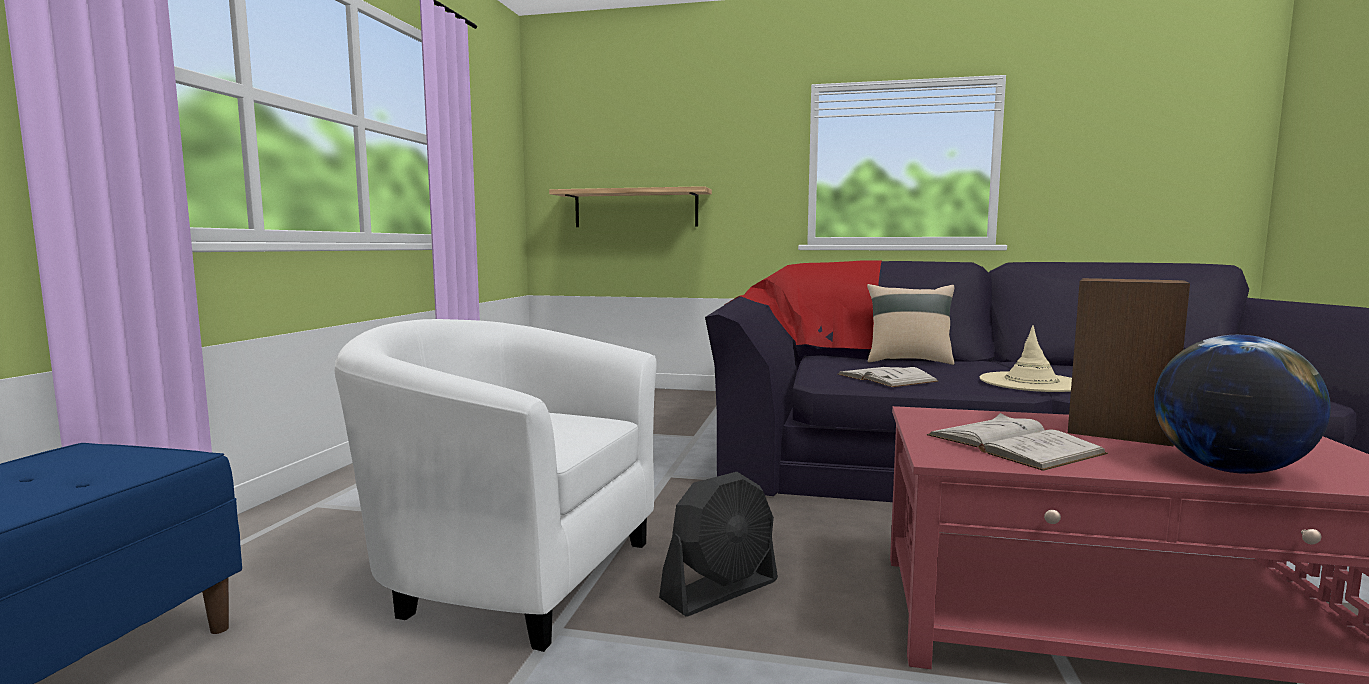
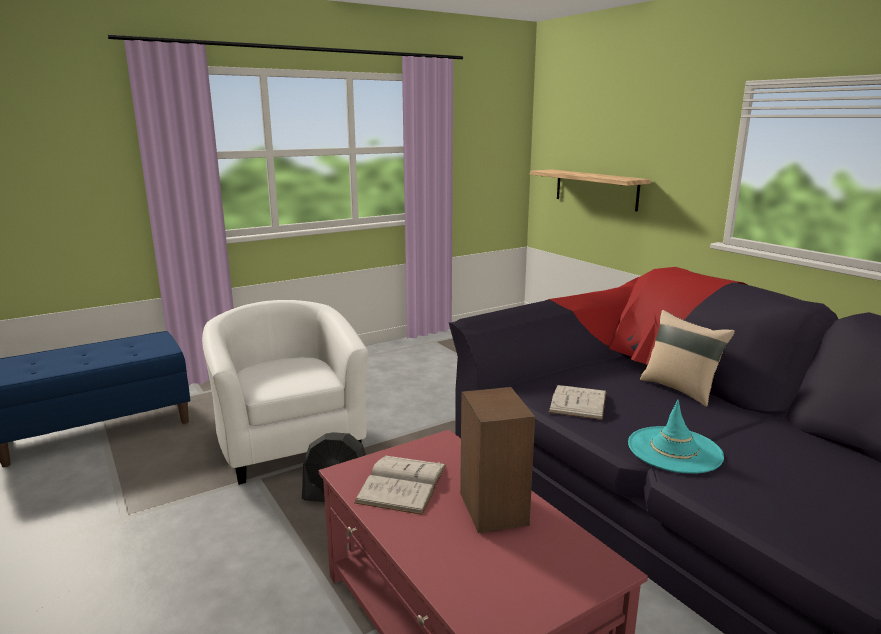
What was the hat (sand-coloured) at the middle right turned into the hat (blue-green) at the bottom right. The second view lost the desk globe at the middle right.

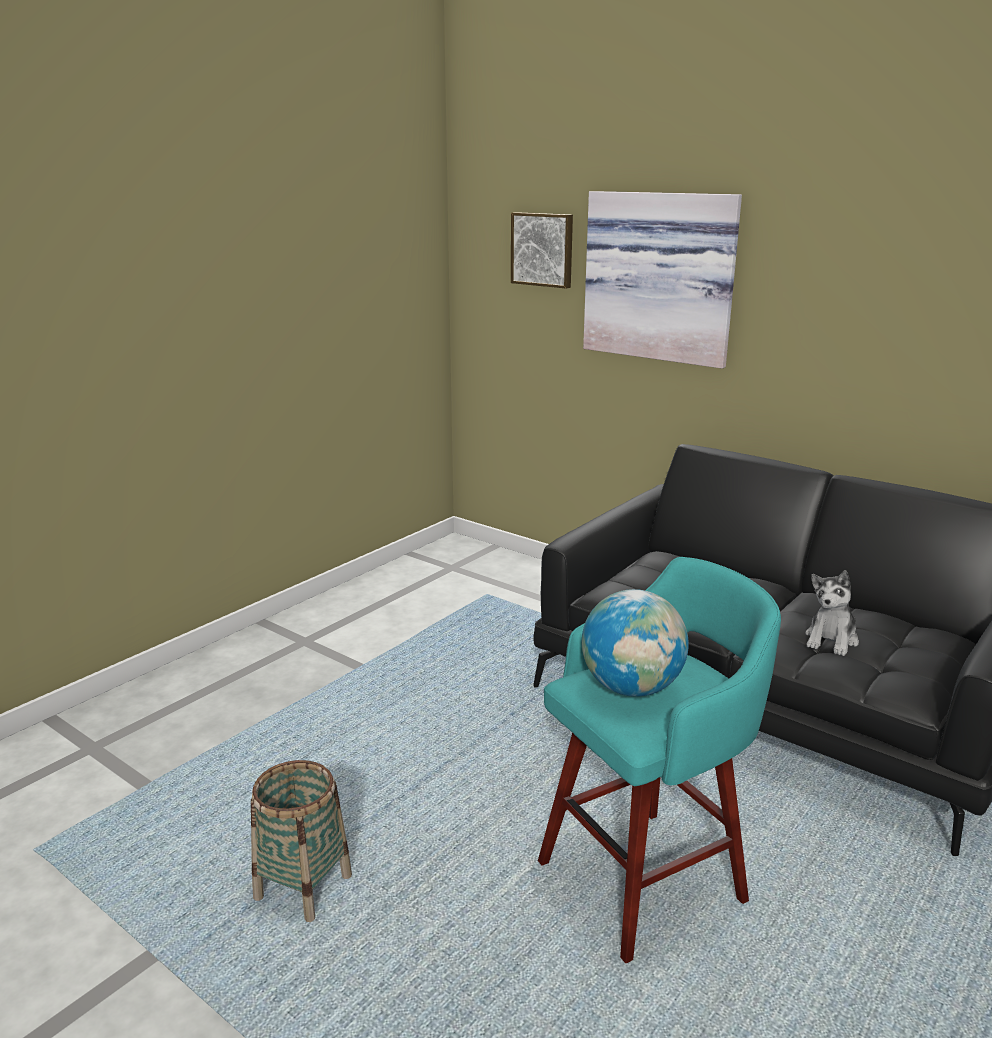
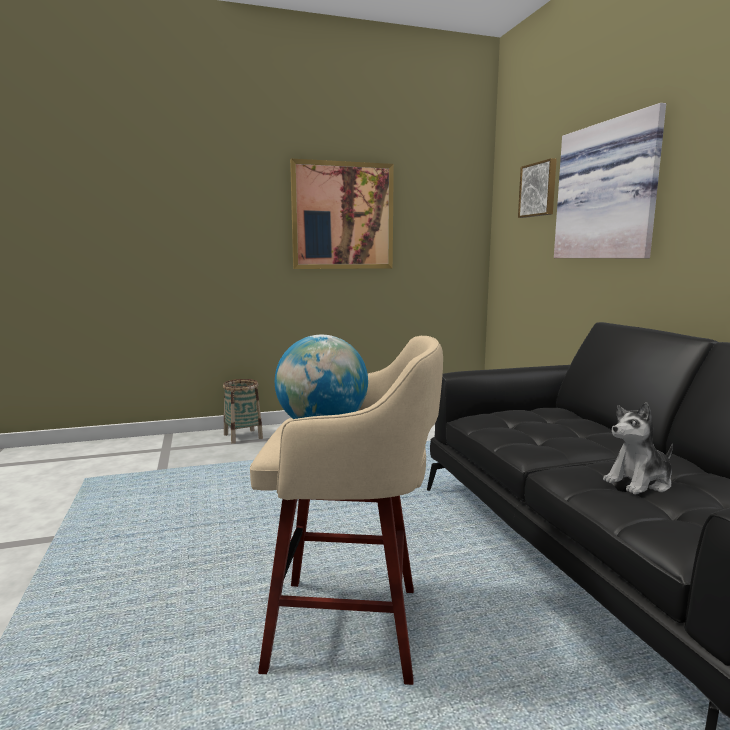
The household basket ended up elsewhere, having gone from the bottom left to the middle left. What was the stool (blue-green) at the bottom centre turned into the stool (sand-coloured) at the bottom centre. The second view gained the picture (no. 1 from left) at the top centre.

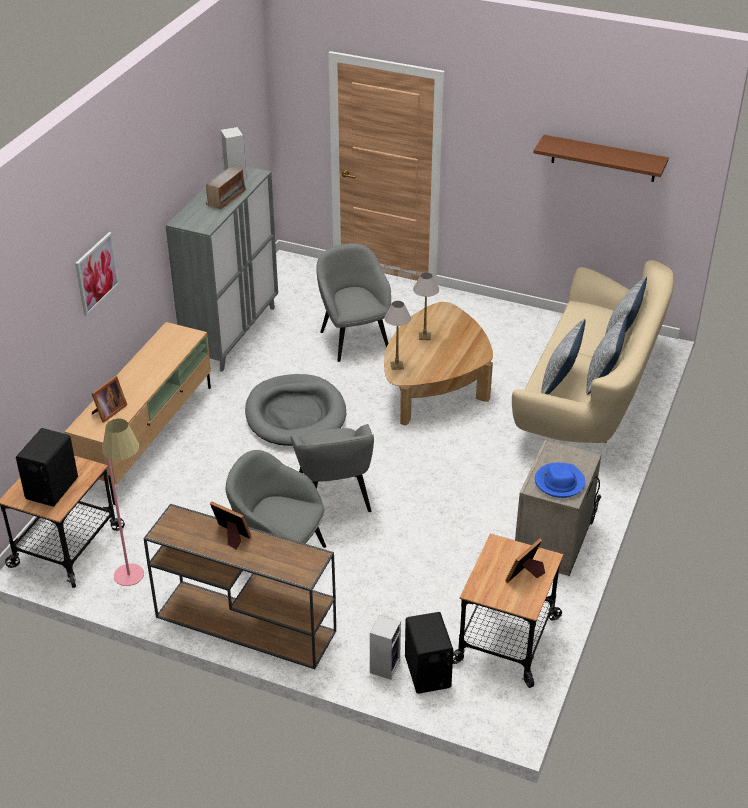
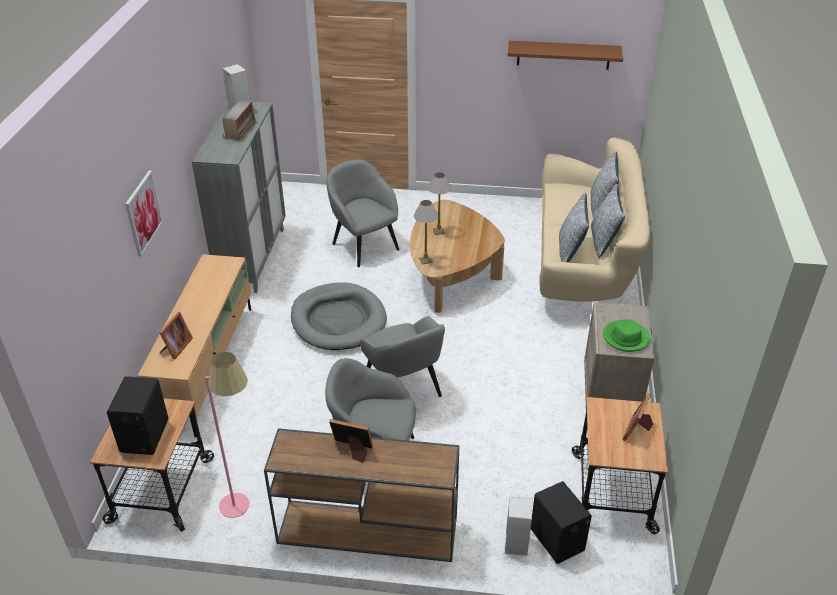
What was the hat (blue) at the middle right turned into the hat (green-coloured) at the middle right.

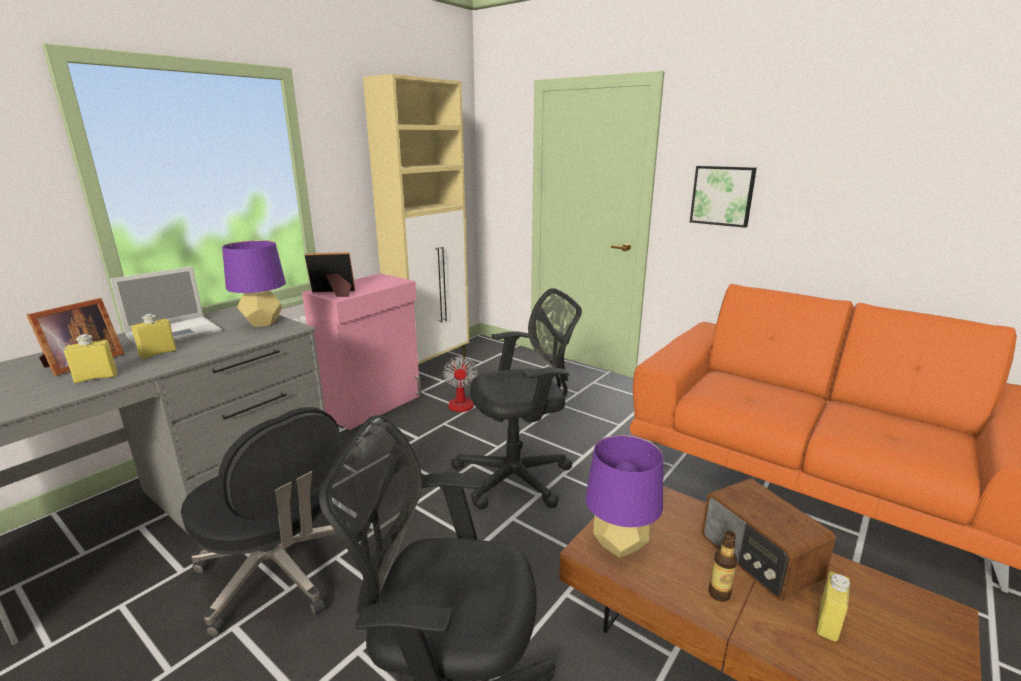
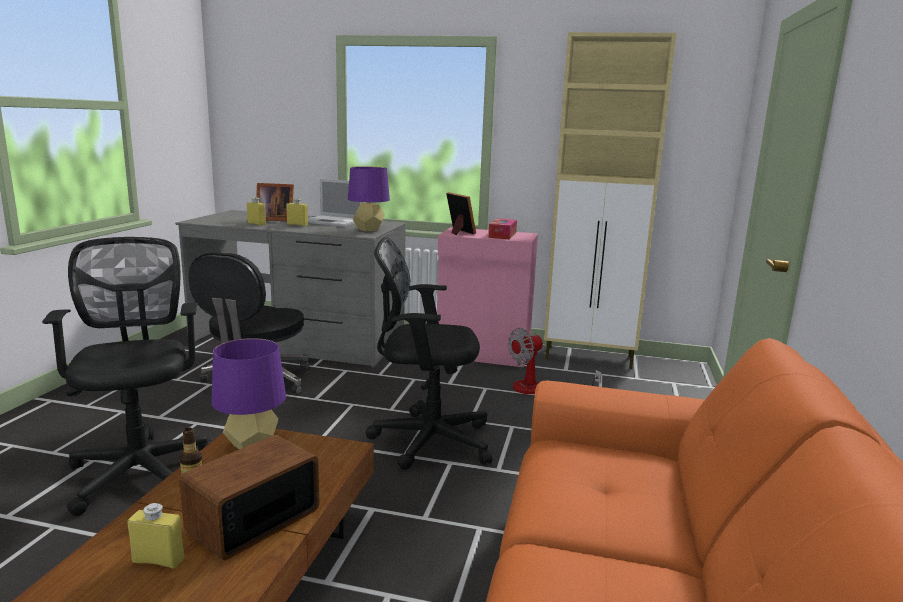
The office chair (black) (no. 3 from left) at the centre ended up facing another way, 135 degrees clockwise from before. The second view lost the picture at the top right. The second view gained the box of tissues at the centre.

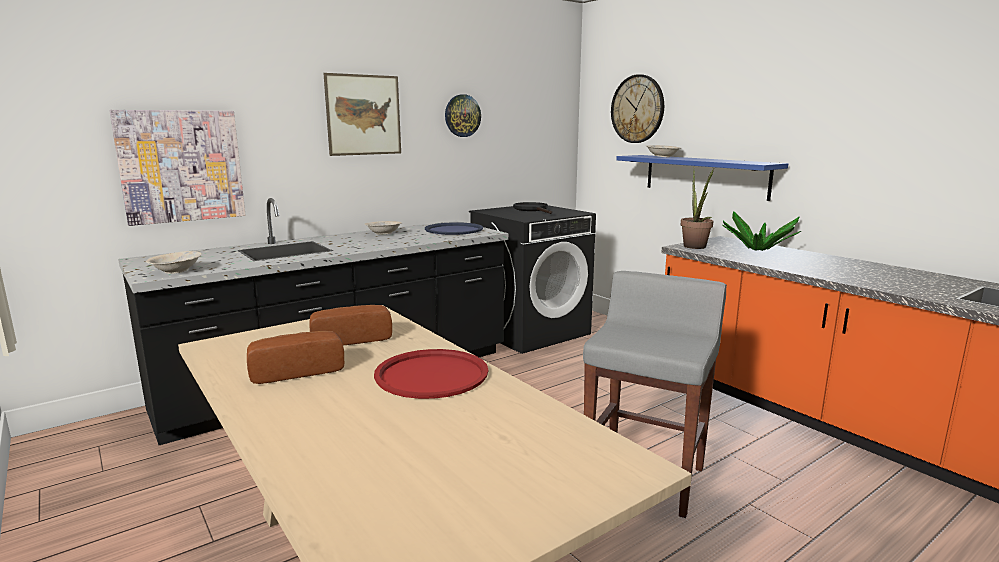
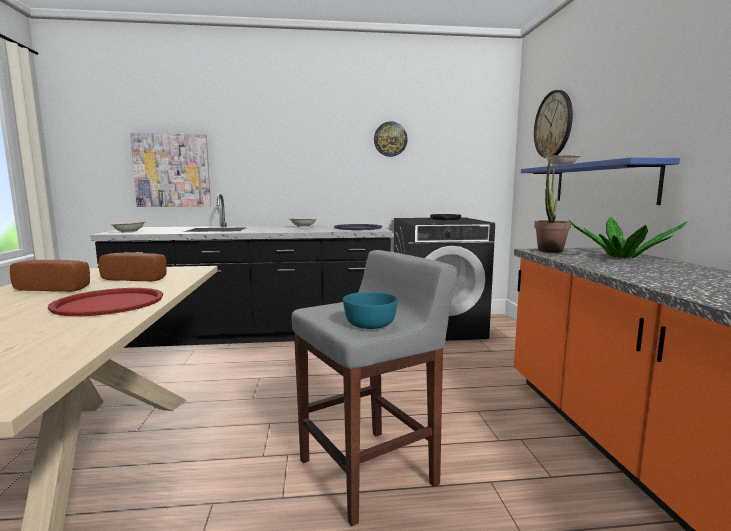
The second view lost the picture (no. 2 from left) at the top centre. The second view gained the bowl (blue-green) at the centre.

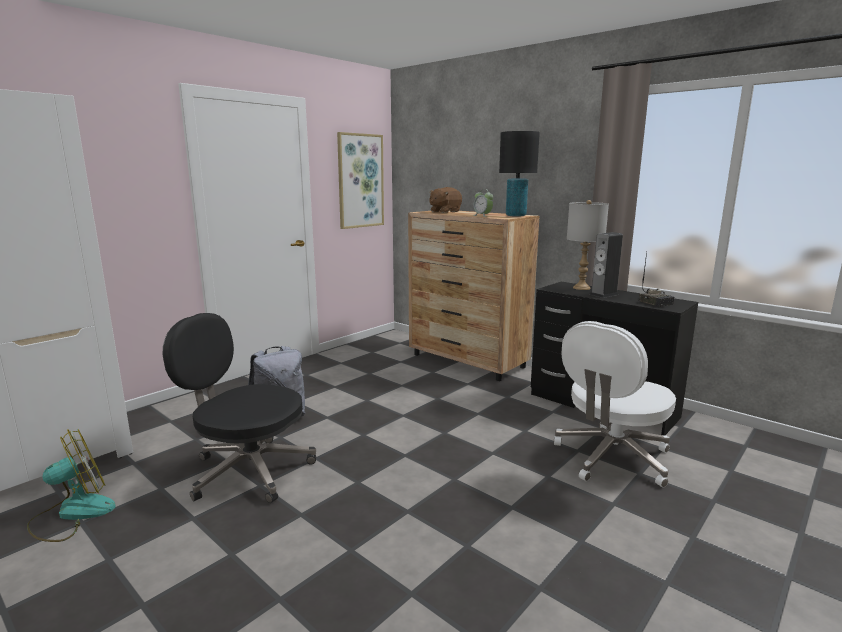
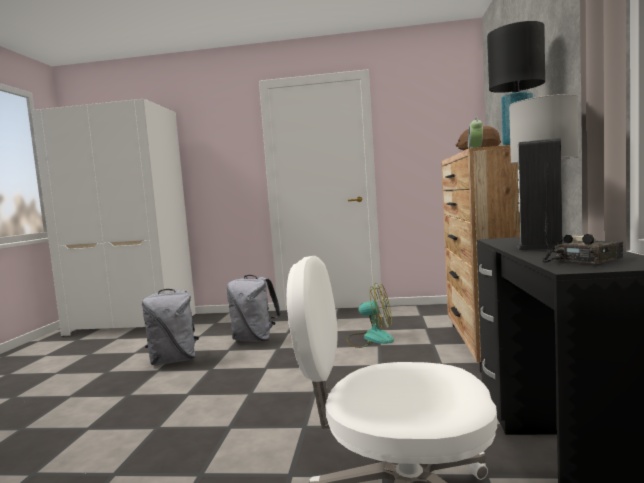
The electric fan ended up elsewhere, having gone from the bottom left to the centre. Where the office chair (black) stood at the middle left, the rucksack (grey) (no. 1 from left) came to stand at the bottom left. The second view lost the picture at the top centre. The radio at the middle right ended up facing another way, 150 degrees counterclockwise from before.

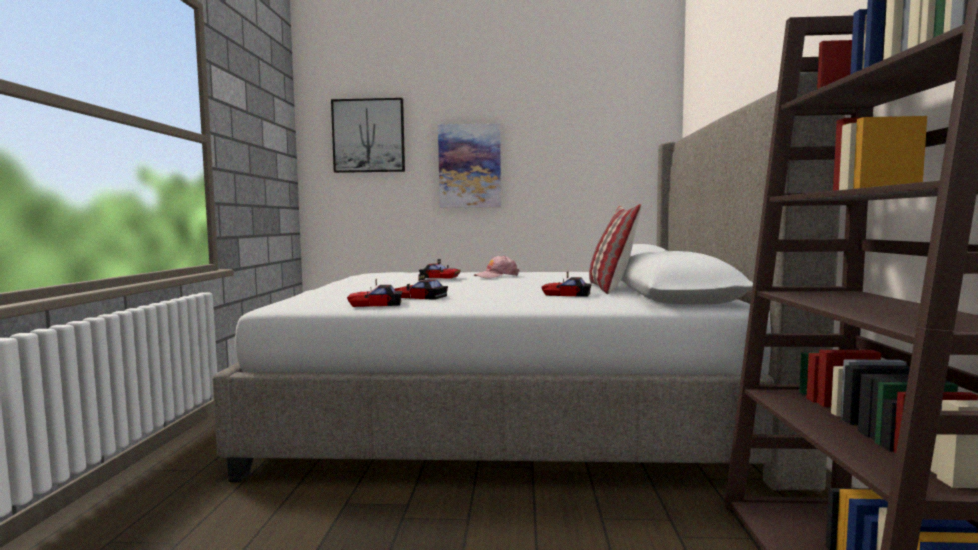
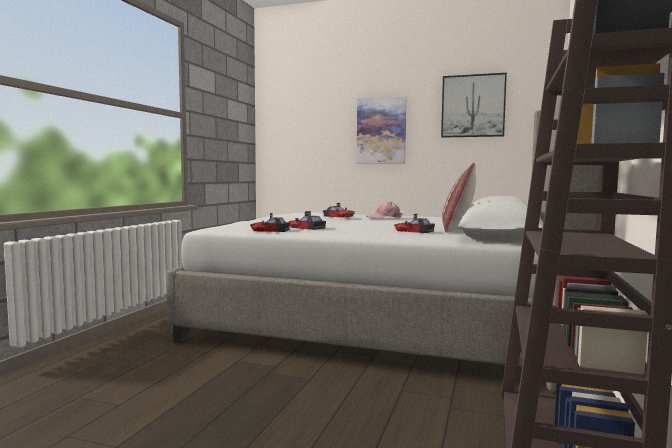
The picture (no. 1 from left in the first image) ended up elsewhere, having gone from the top centre to the top right.

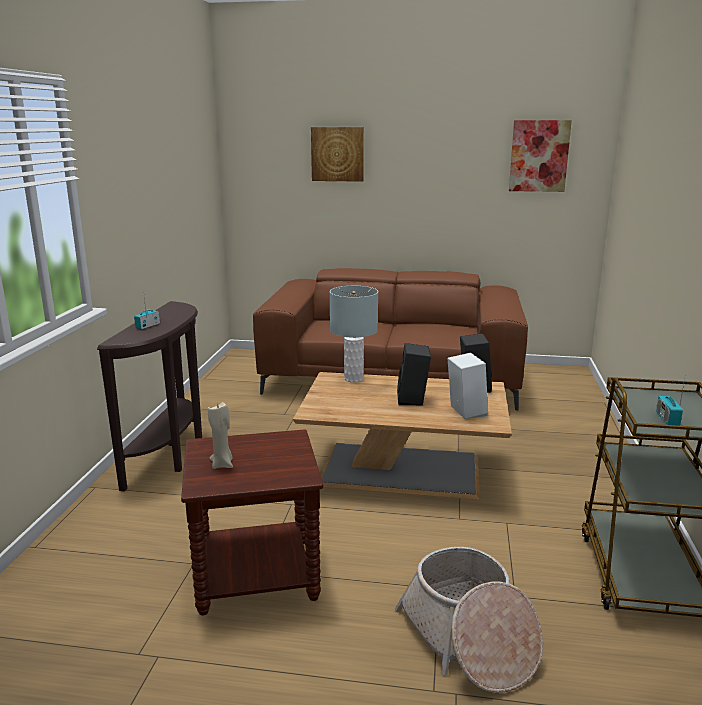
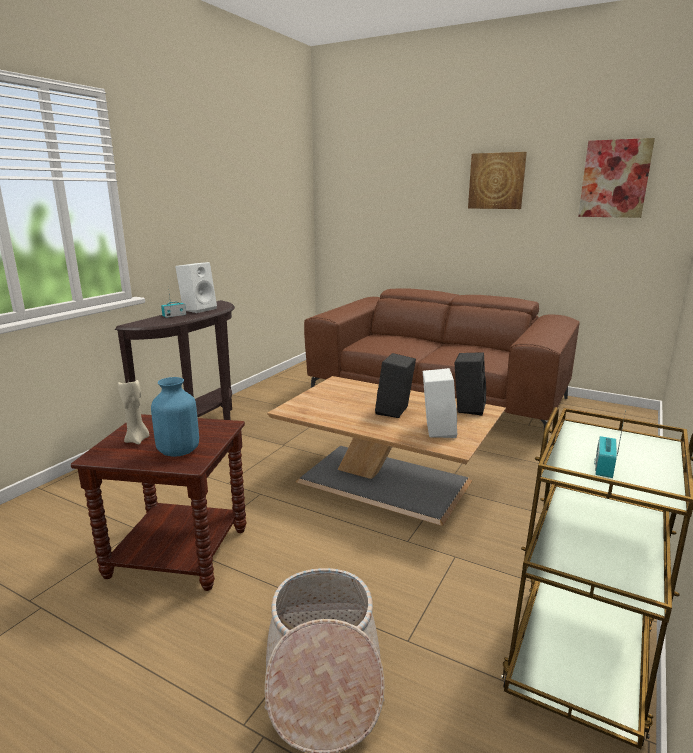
The picture (no. 1 from left) ended up elsewhere, having gone from the top centre to the top right. The second view lost the tabletop lamp (grey) at the centre. The second view gained the flower vase (blue) at the middle left. The second view gained the audio speaker (whitish) (no. 1 from left) at the middle left.

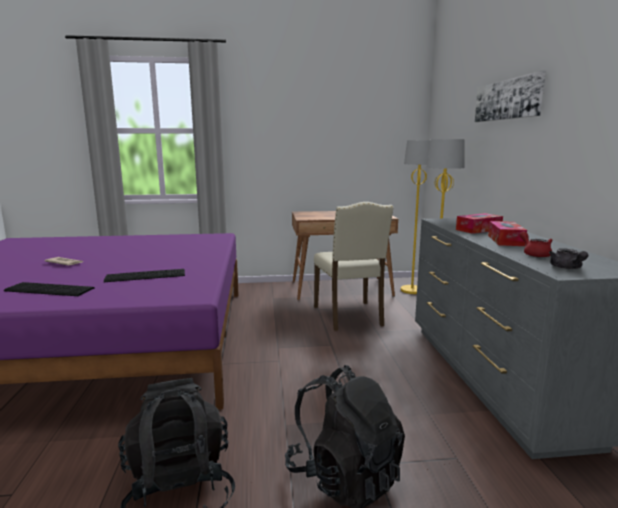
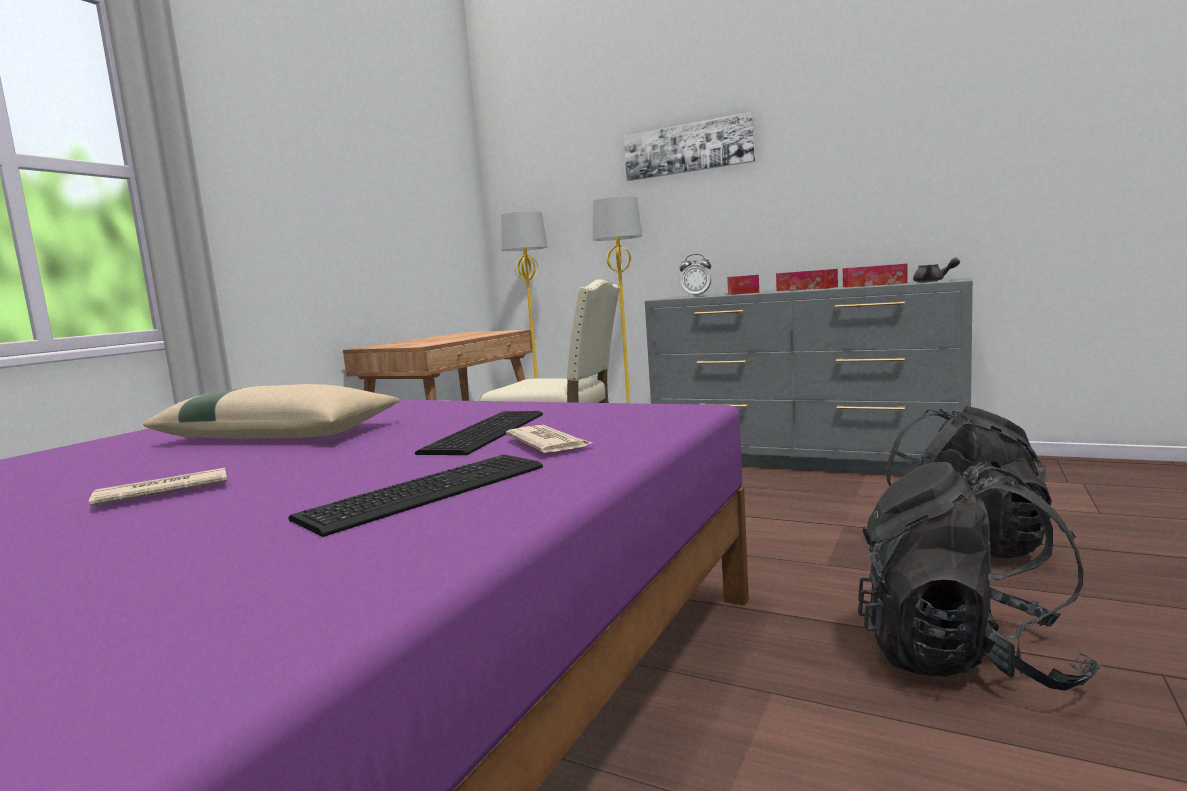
Where the teapot (reddish) stood at the middle right, the box of tissues (no. 3 from left) came to stand at the middle right. The second view gained the cushion (sand-coloured) at the middle left. The second view gained the printed paper (no. 2 from left) at the centre. The second view gained the alarm clock at the centre.

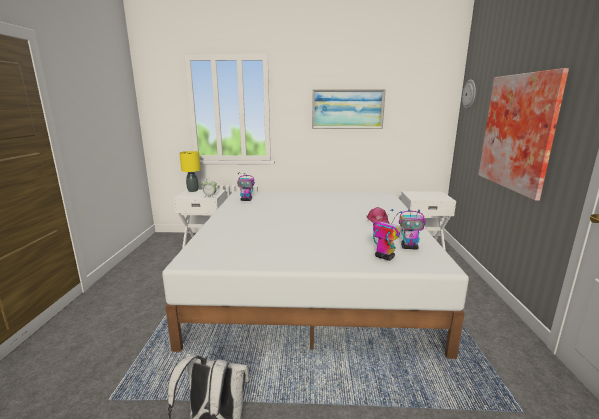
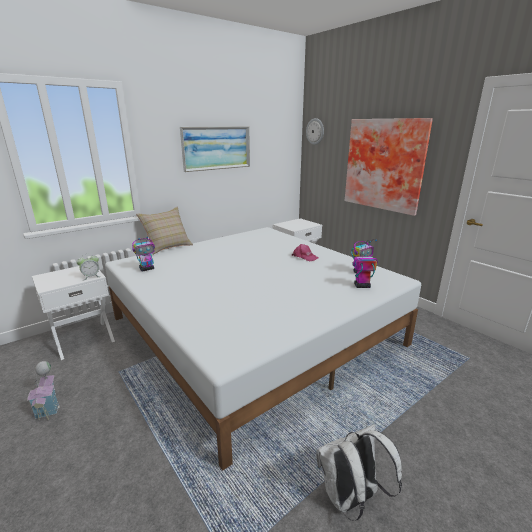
The second view lost the tabletop lamp (yellow-coloured) at the middle left. The second view gained the model house at the bottom left. The second view gained the cushion (sand-coloured) at the middle left.

